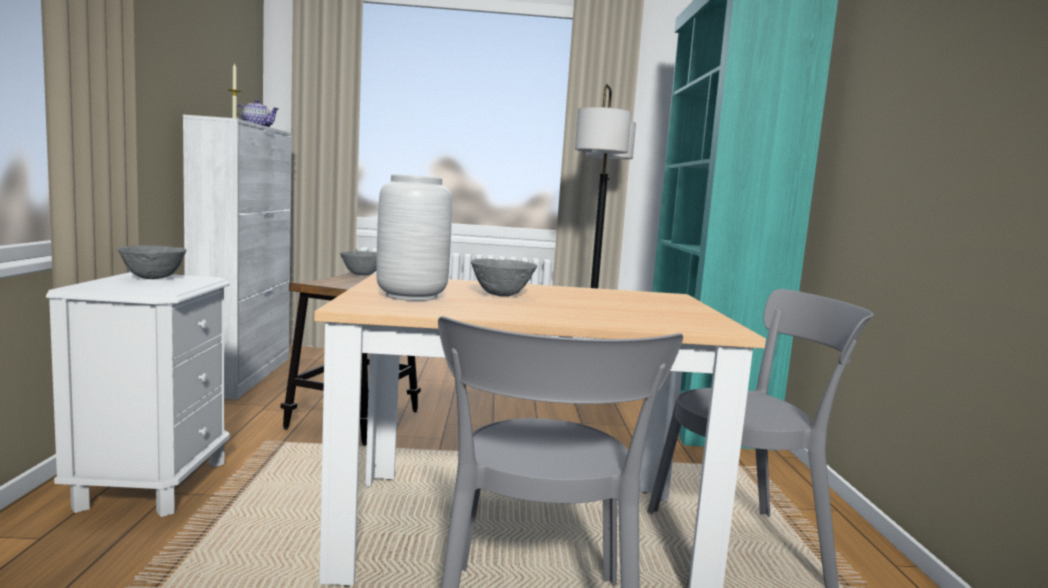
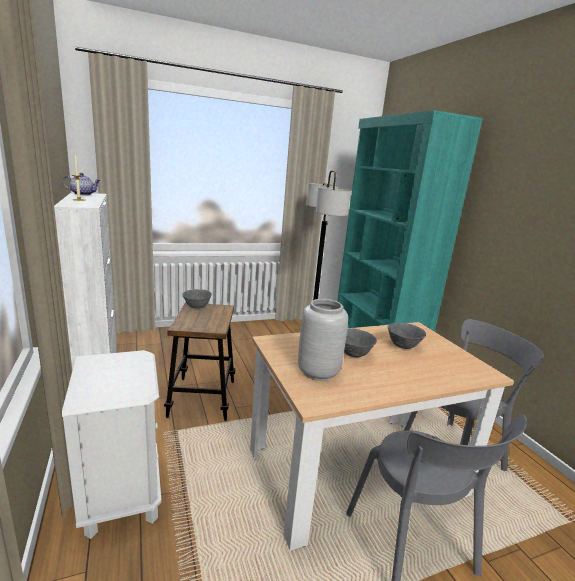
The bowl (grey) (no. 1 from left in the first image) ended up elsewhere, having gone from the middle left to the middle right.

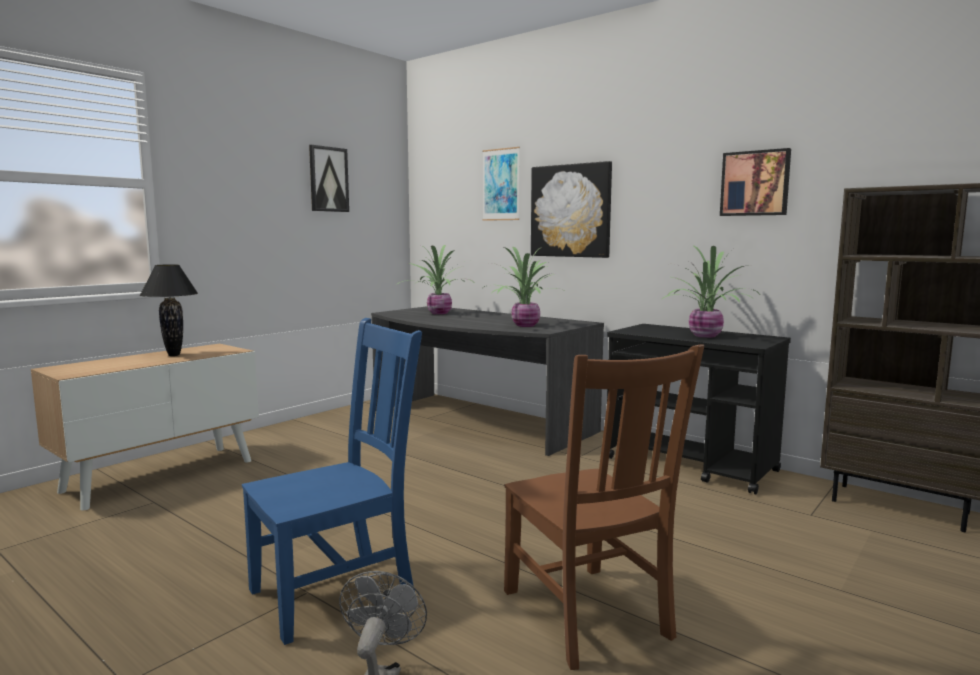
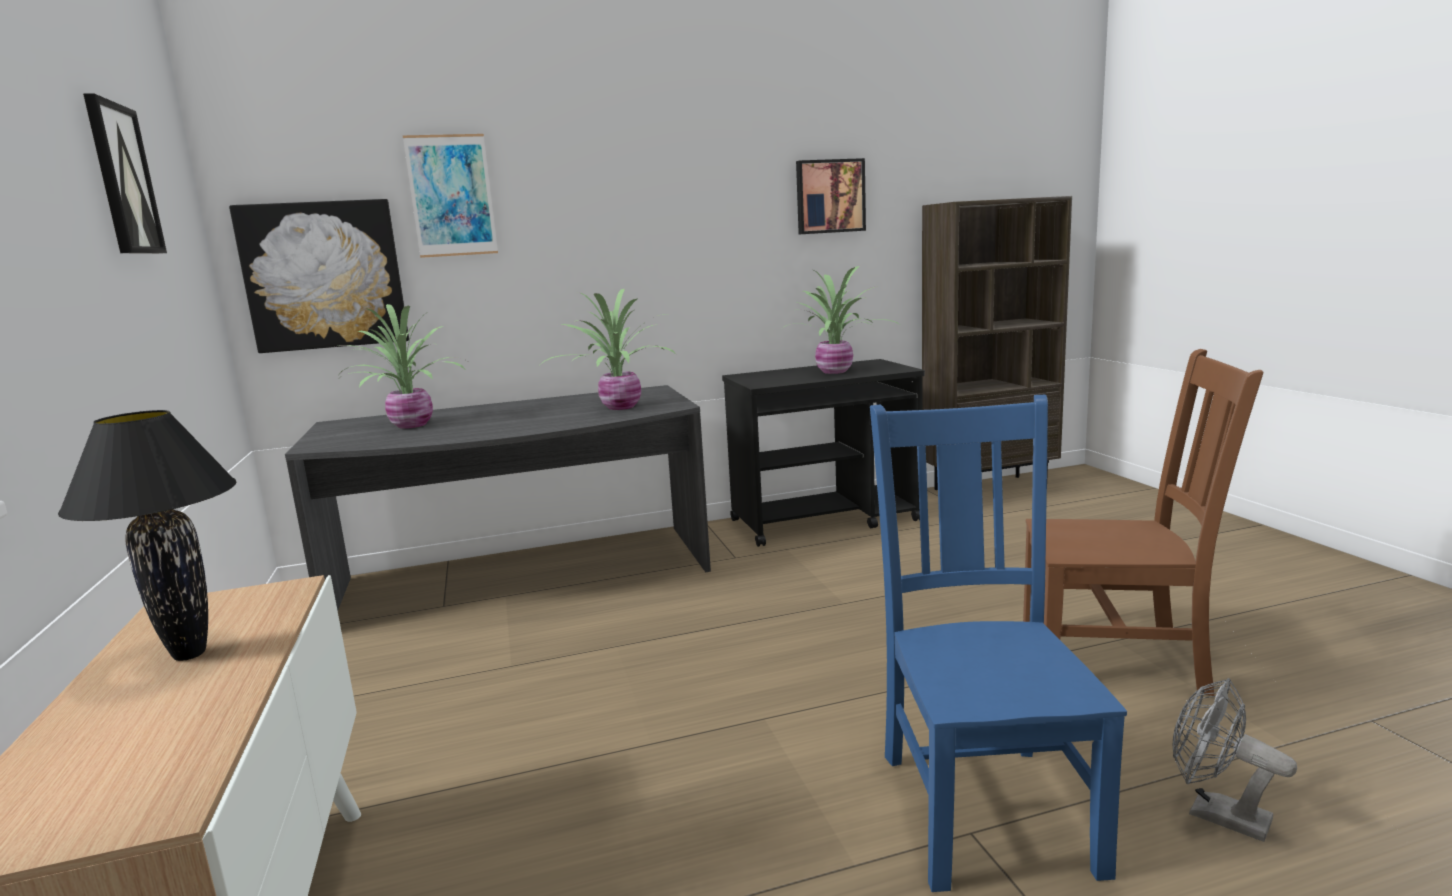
The picture (no. 3 from left in the first image) ended up elsewhere, having gone from the top centre to the top left.

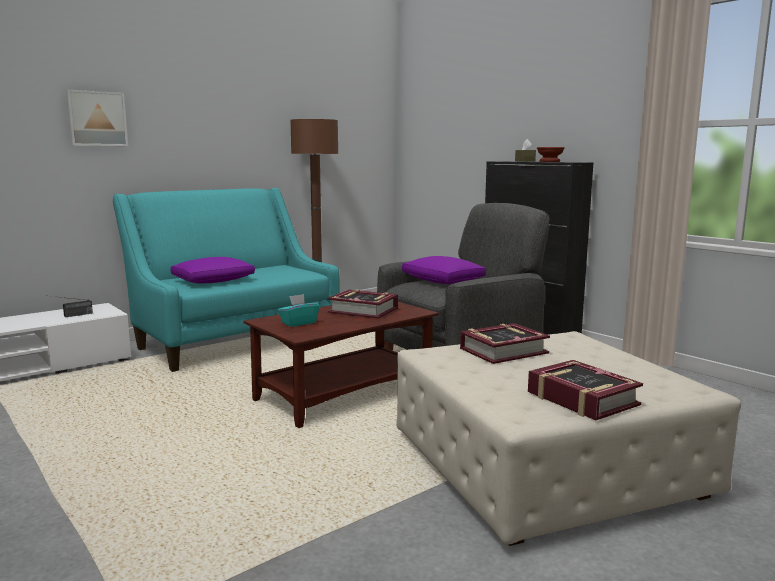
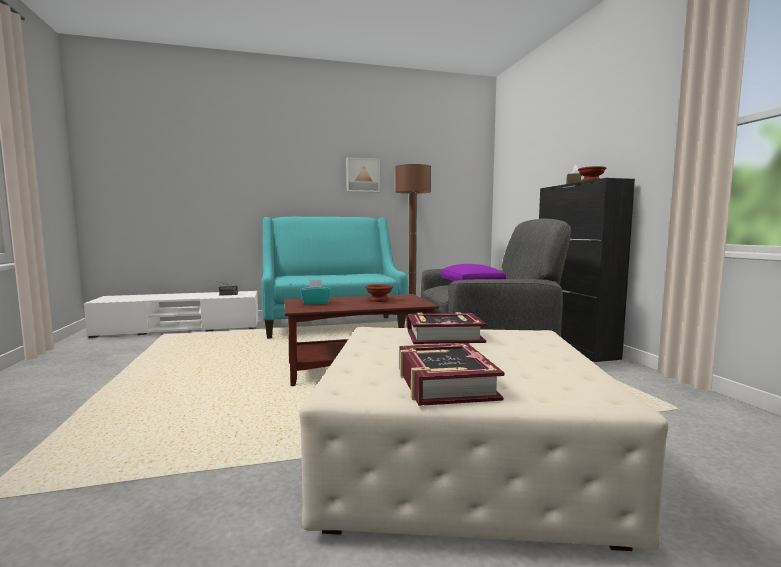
The picture ended up elsewhere, having gone from the top left to the top centre. The second view lost the cushion (purplish) (no. 1 from left) at the middle left. Where the bound book (no. 1 from left) stood at the centre, the bowl (brownish) (no. 1 from left) came to stand at the centre.

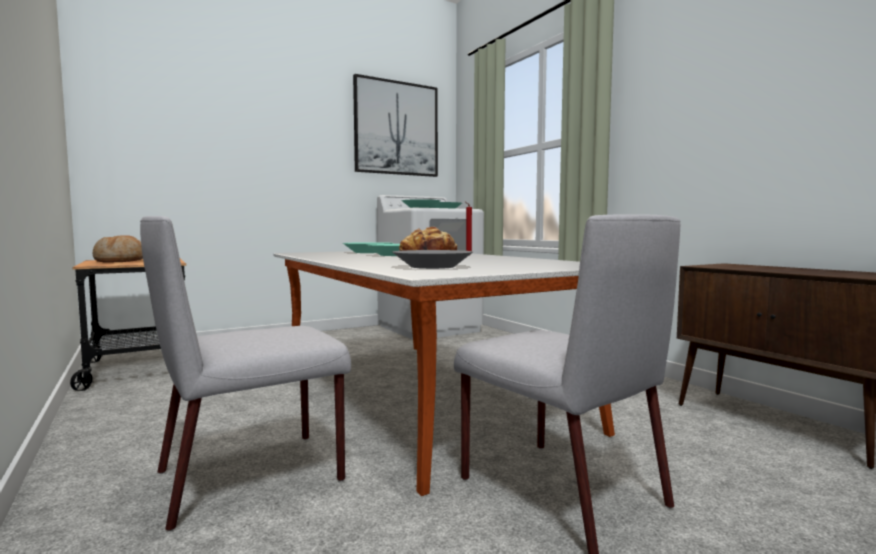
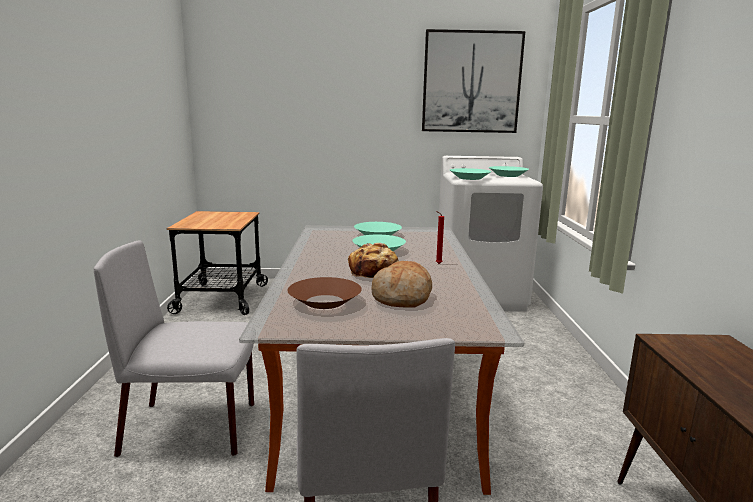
The baked bread (no. 1 from left in the first image) ended up elsewhere, having gone from the middle left to the centre. What was the bowl (grey) at the centre turned into the bowl (brownish) at the centre.

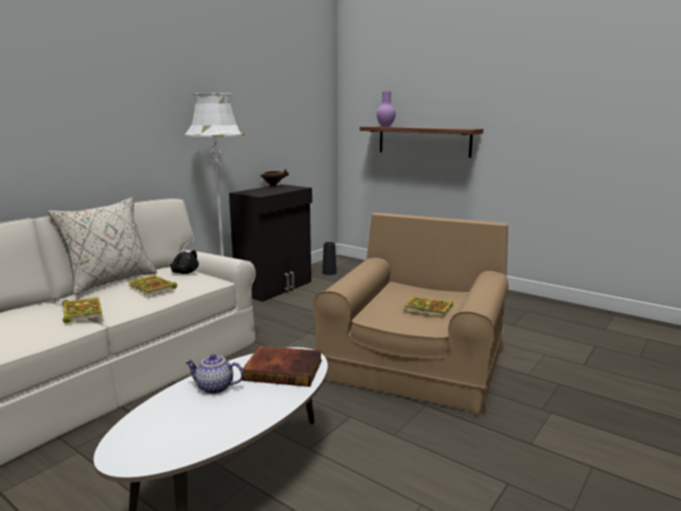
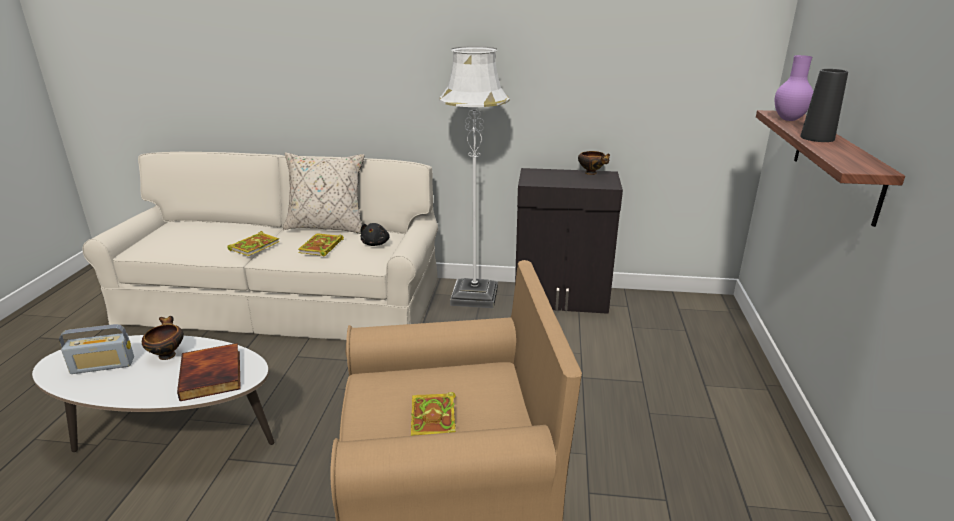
Where the teapot stood at the bottom left, the bowl (no. 1 from left) came to stand at the middle left. The flower vase (black) ended up elsewhere, having gone from the centre to the top right. The second view gained the radio at the bottom left.

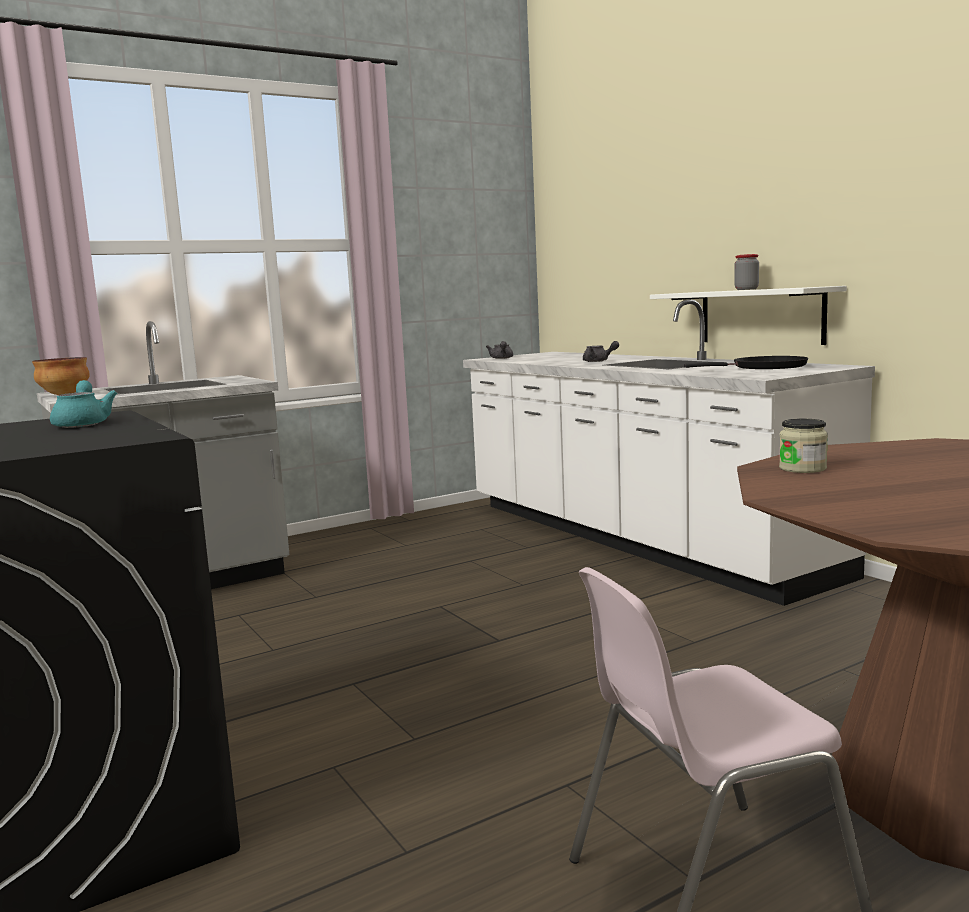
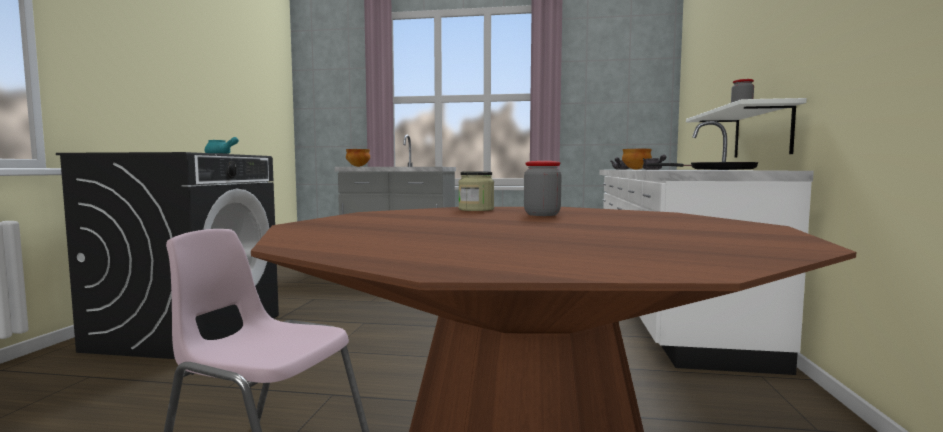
The second view gained the preserve jar (no. 2 from left) at the centre. The second view gained the bowl (no. 2 from left) at the middle right.

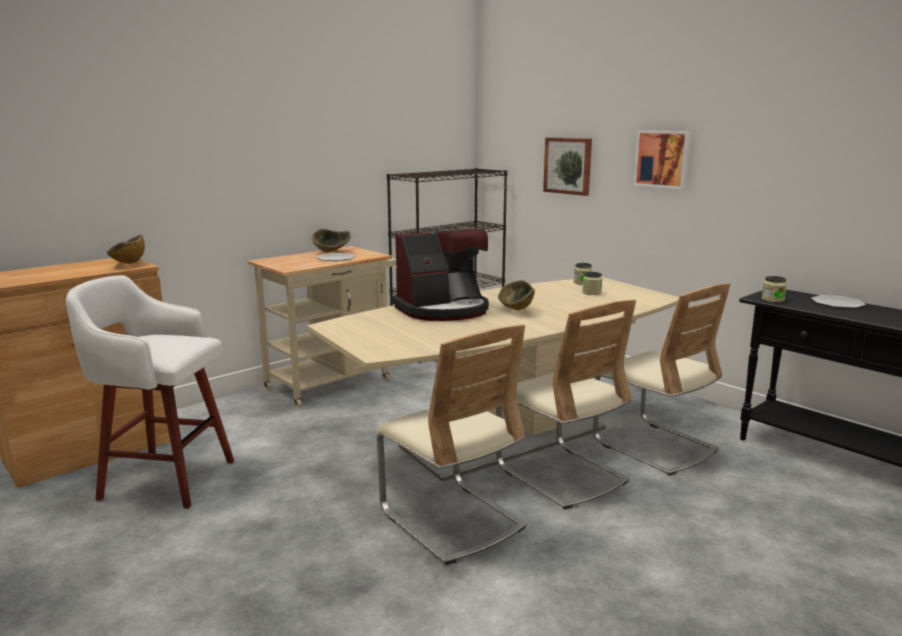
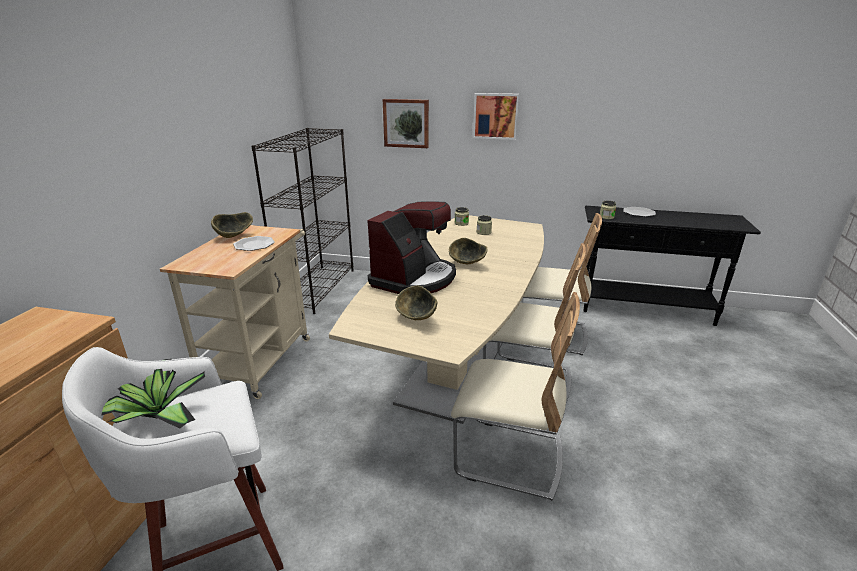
The bowl (no. 1 from left in the first image) ended up elsewhere, having gone from the middle left to the centre. The second view gained the houseplant at the bottom left.

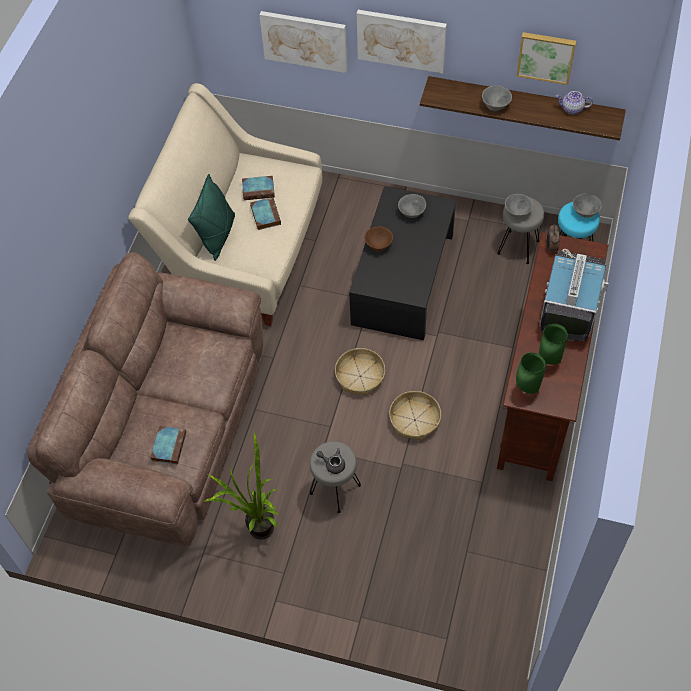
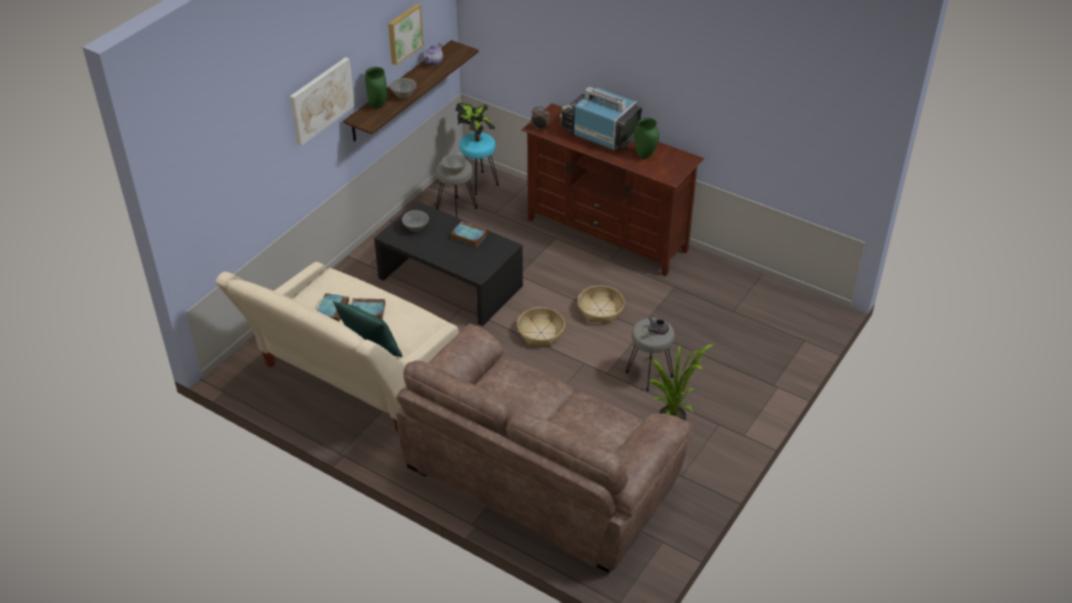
The bound book (no. 1 from left in the first image) ended up elsewhere, having gone from the middle left to the centre. The second view lost the picture (no. 1 from left) at the top centre. The second view lost the bowl (brownish) at the centre. The flower vase (green-coloured) (no. 1 from left) ended up elsewhere, having gone from the middle right to the top centre. Where the bowl (grey) (no. 4 from left) stood at the top right, the houseplant (no. 1 from left) came to stand at the top centre.

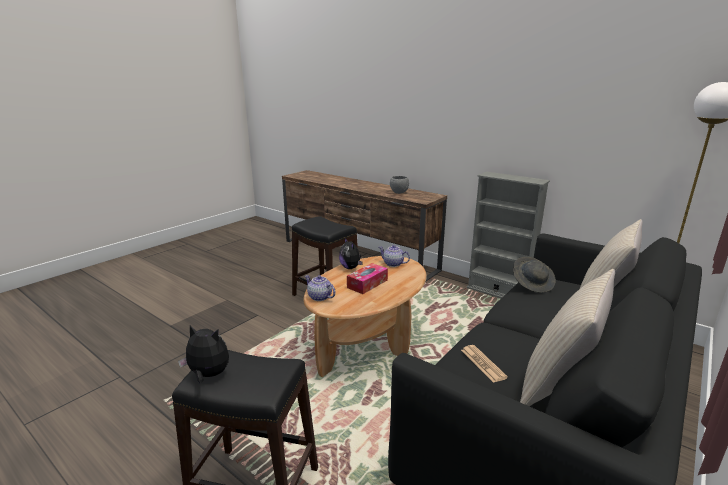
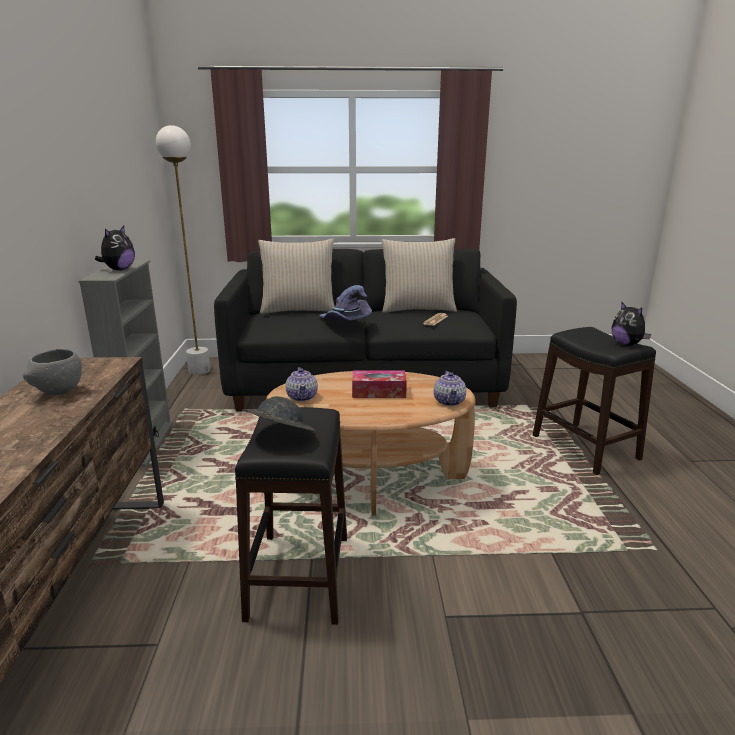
The cuddly toy (no. 2 from left in the first image) ended up elsewhere, having gone from the centre to the middle left. The hat (grey) ended up elsewhere, having gone from the middle right to the centre. The second view gained the hat (purplish) at the centre.

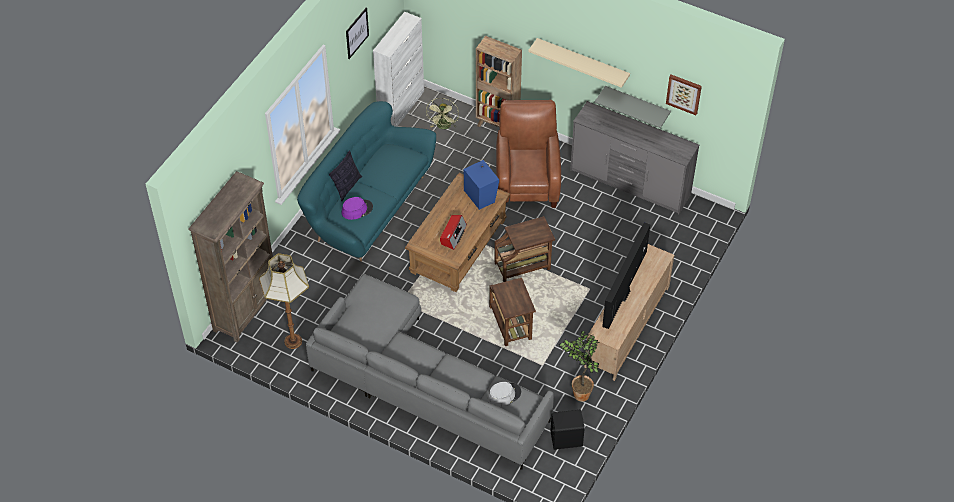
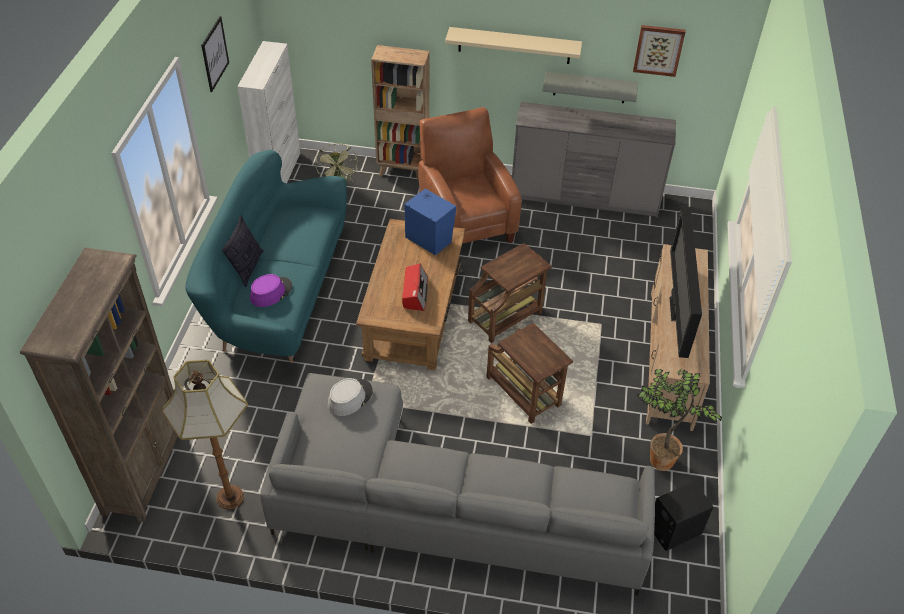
The hat (grey) ended up elsewhere, having gone from the bottom centre to the centre.

